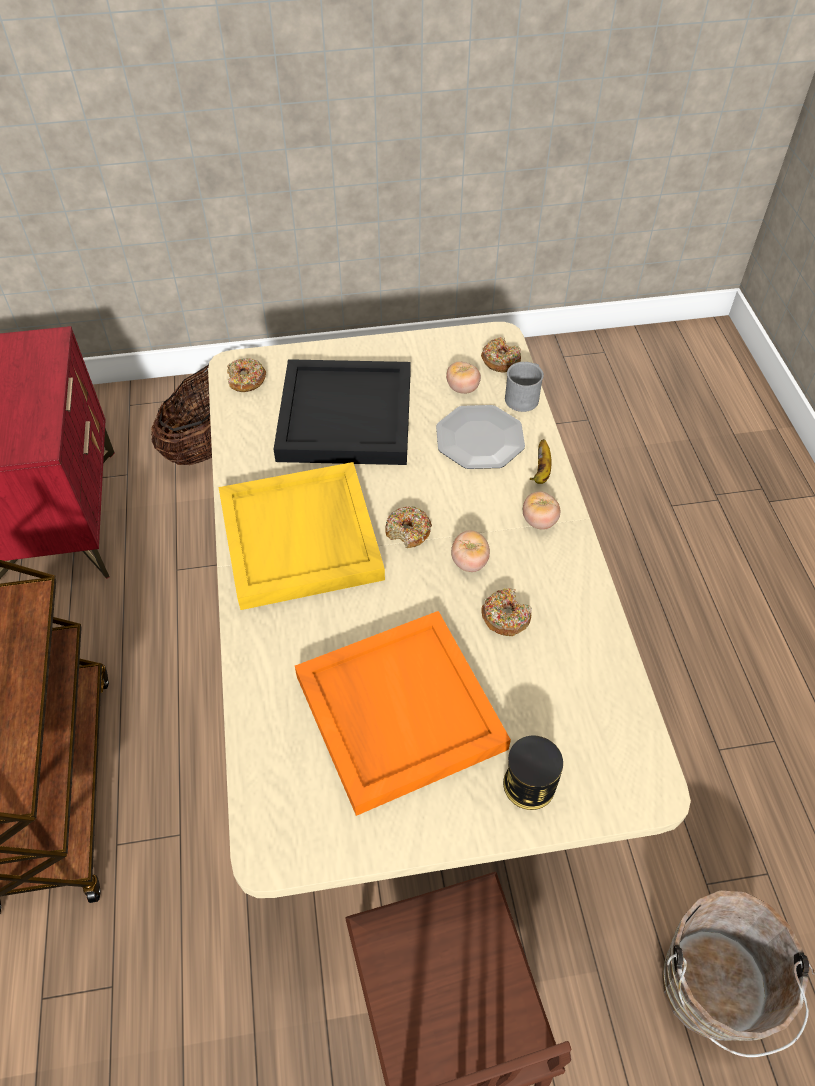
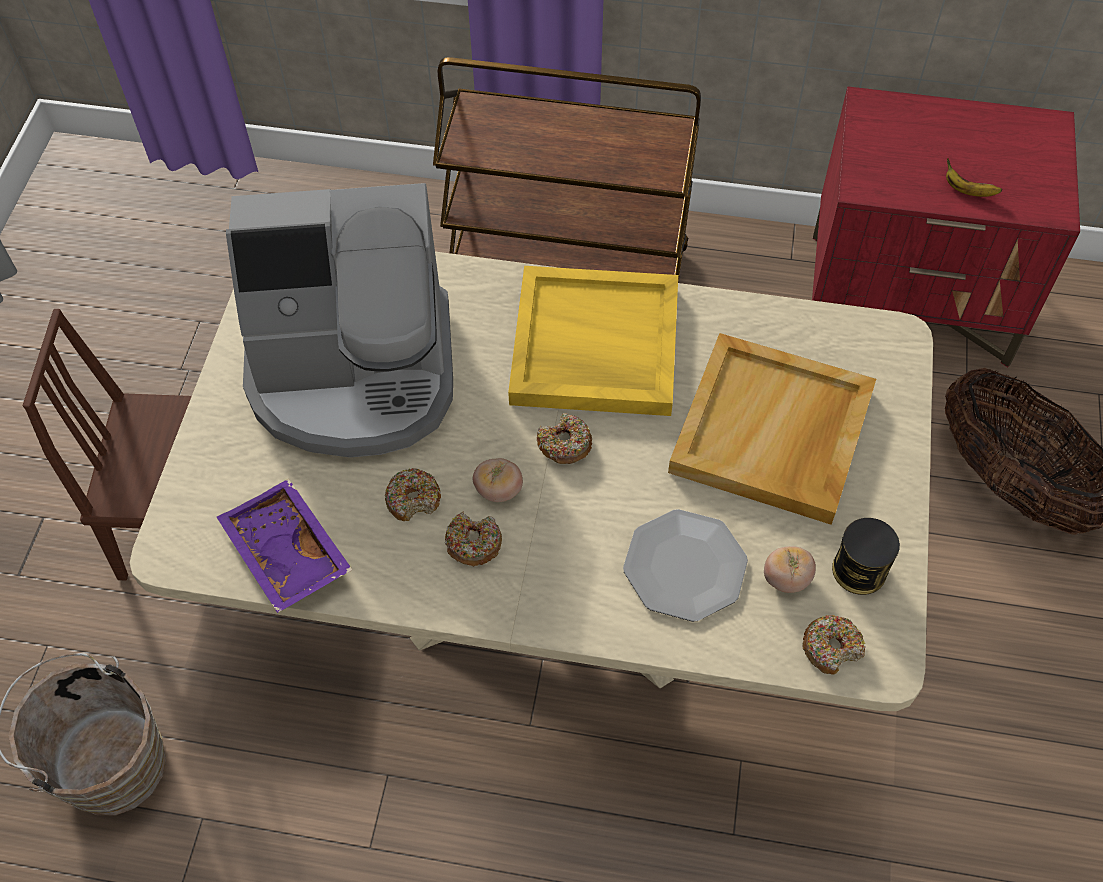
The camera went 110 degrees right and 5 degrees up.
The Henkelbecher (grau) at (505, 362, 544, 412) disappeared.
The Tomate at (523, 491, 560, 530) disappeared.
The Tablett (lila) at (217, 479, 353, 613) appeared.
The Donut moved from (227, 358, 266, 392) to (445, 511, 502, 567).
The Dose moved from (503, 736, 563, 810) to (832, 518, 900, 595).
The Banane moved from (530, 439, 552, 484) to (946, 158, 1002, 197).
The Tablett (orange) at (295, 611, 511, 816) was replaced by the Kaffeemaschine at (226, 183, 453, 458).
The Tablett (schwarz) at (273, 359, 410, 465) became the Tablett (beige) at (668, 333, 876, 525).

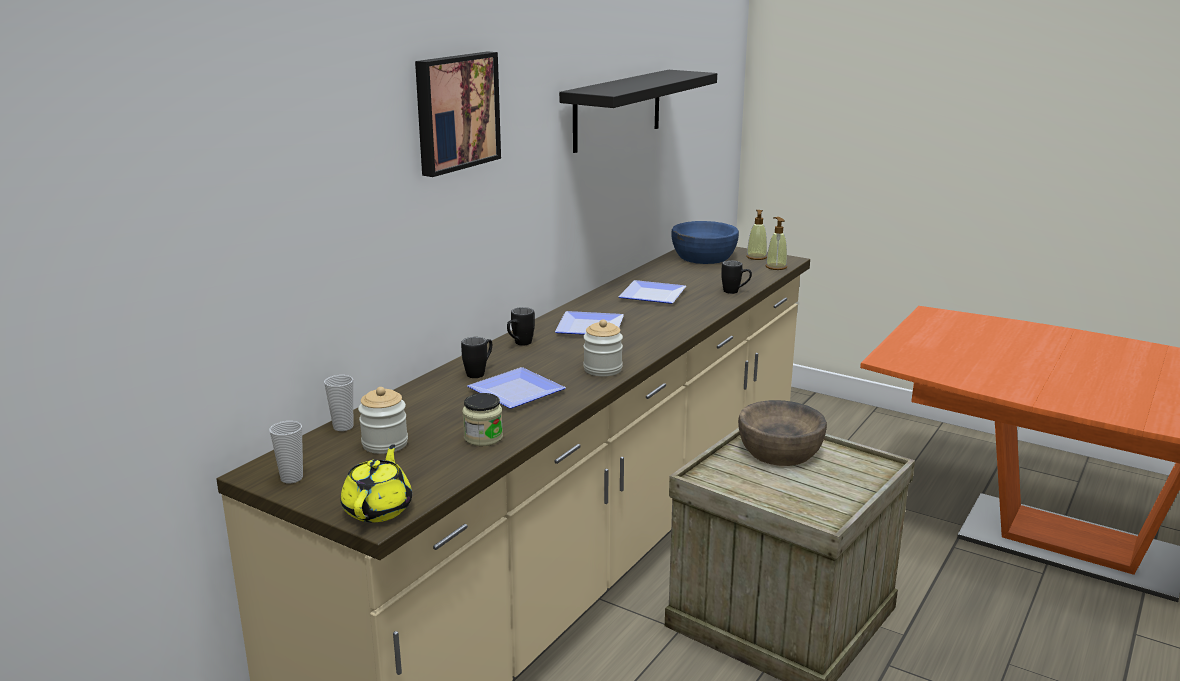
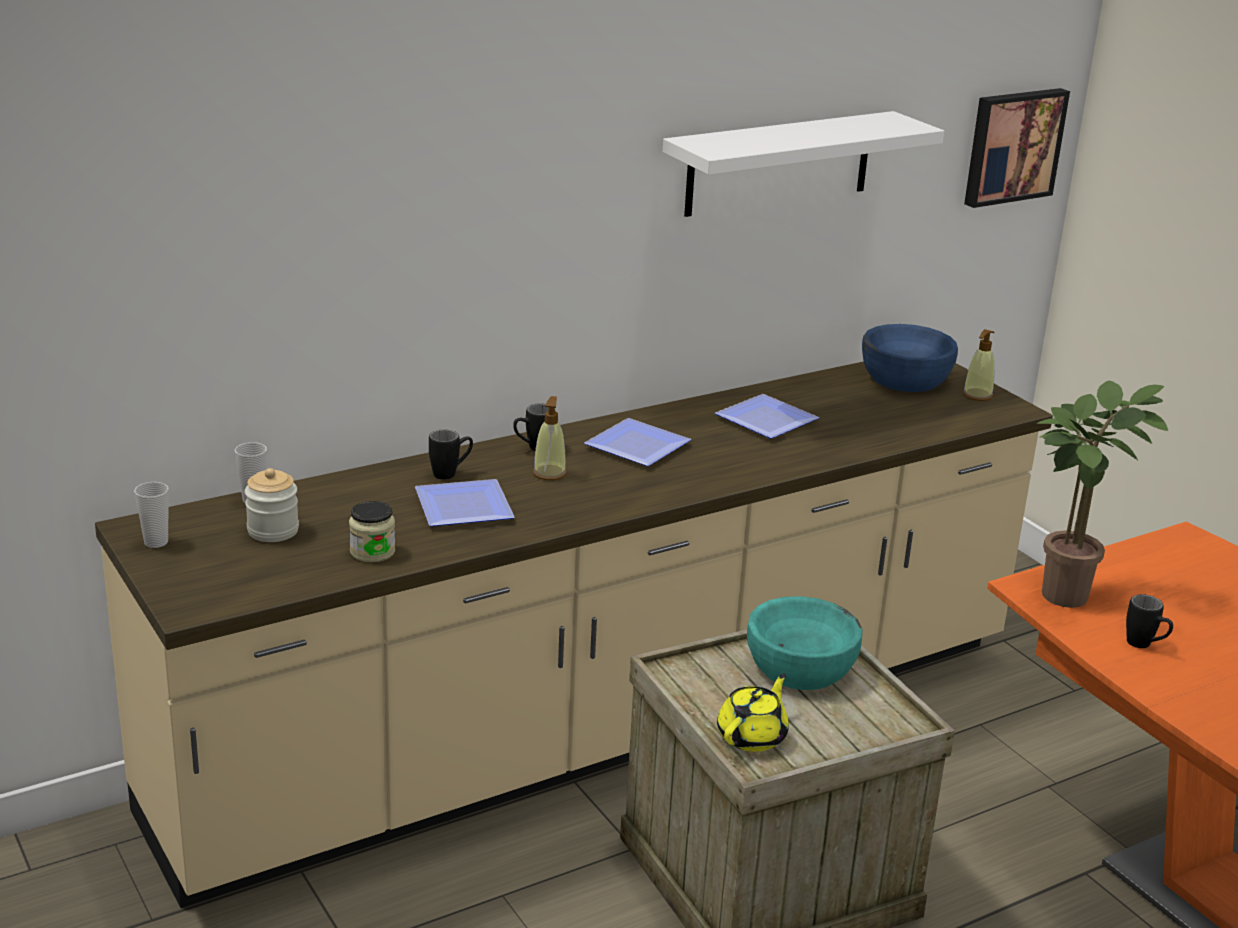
The camera went 25 degrees right and 5 degrees up.
The Vorratsglas at (583, 320, 623, 376) disappeared.
The Topfpflanze at (1037, 381, 1168, 608) appeared.
The Teekanne (gelb) moved from (341, 444, 412, 522) to (717, 673, 789, 752).
The Bild moved from (415, 51, 501, 177) to (964, 88, 1070, 208).
The Henkelbecher (schwarz) moved from (721, 261, 752, 294) to (1126, 594, 1173, 648).
The Seifenspender moved from (766, 217, 787, 270) to (533, 396, 567, 480).
The Wandregal (schwarz) at (559, 70, 717, 153) became the Wandregal (weiß) at (663, 111, 944, 217).
The Schüssel (braun) at (738, 400, 827, 466) became the Schüssel (türkis) at (747, 596, 862, 690).

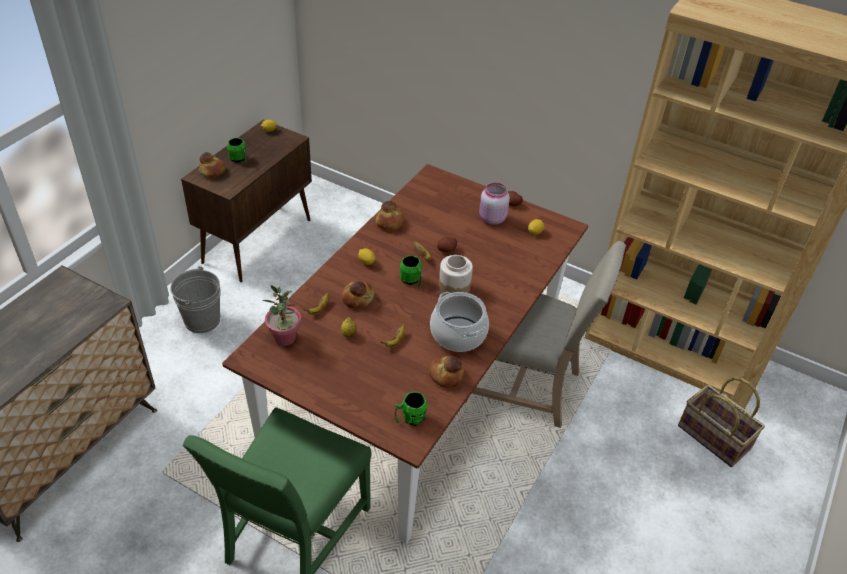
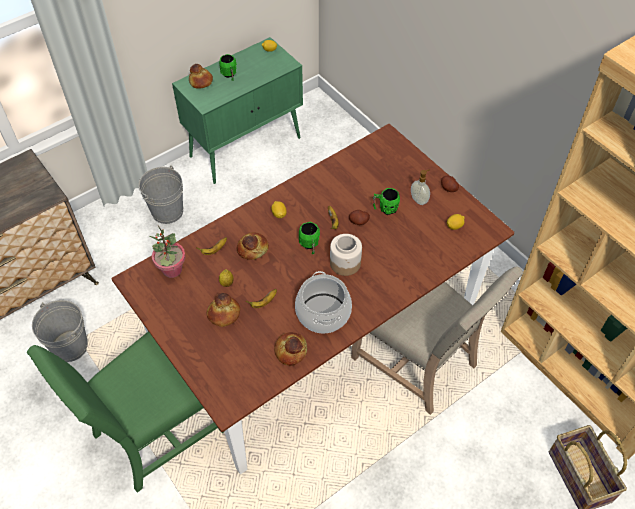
The camera went 25 degrees right and 10 degrees up.
The Eimer (grau) at (32, 300, 88, 362) appeared.
The Brot moved from (376, 201, 405, 230) to (207, 293, 240, 327).
The Henkelbecher (grün) moved from (394, 391, 427, 426) to (373, 188, 400, 215).
The Vorratsglas (rosa) at (479, 183, 510, 225) was replaced by the Seifenspender at (411, 170, 430, 205).
The Schrank (braun) at (181, 120, 312, 282) became the Schrank (grün) at (172, 37, 303, 184).

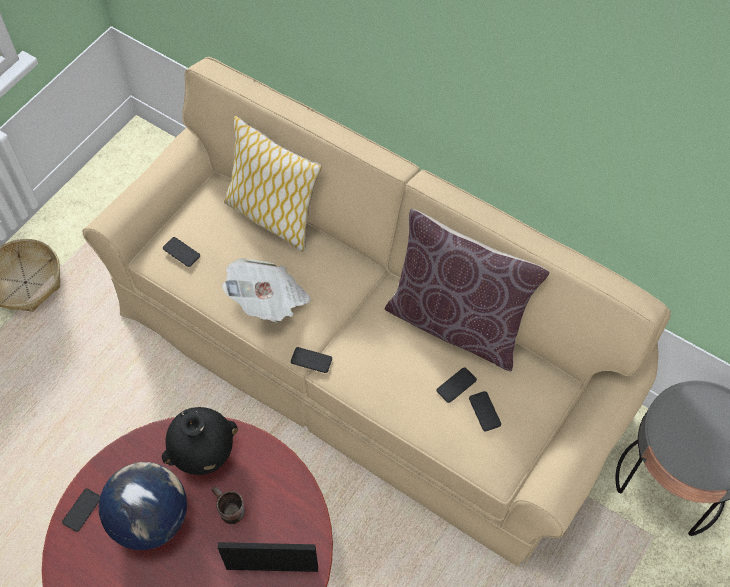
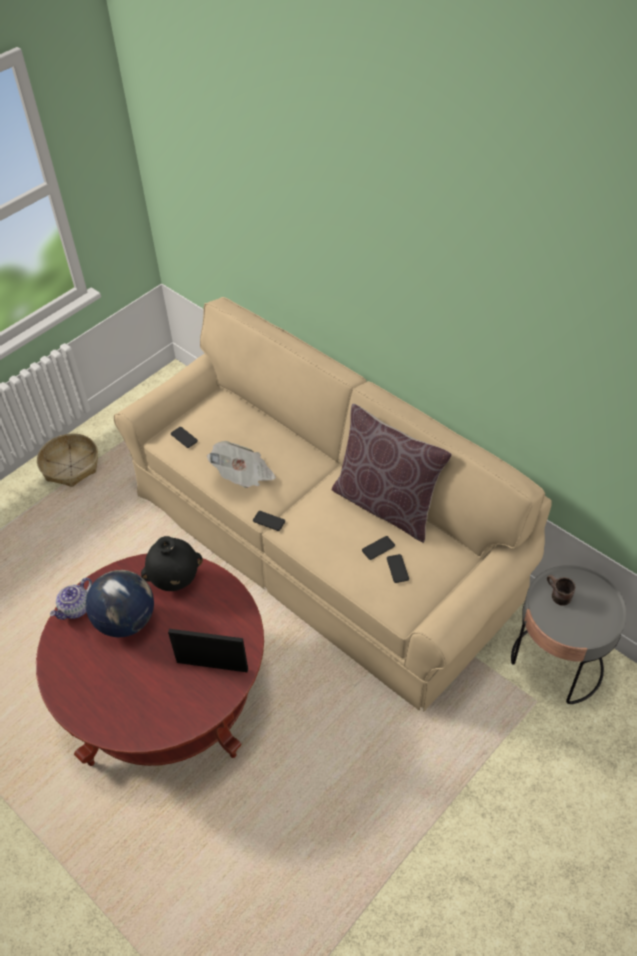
The camera went 10 degrees right and 10 degrees down.
The Kissen at (224, 116, 322, 252) disappeared.
The Henkelbecher (braun) moved from (212, 487, 245, 524) to (547, 575, 576, 606).
The Handy at (62, 488, 100, 532) was replaced by the Teekanne at (50, 578, 92, 620).

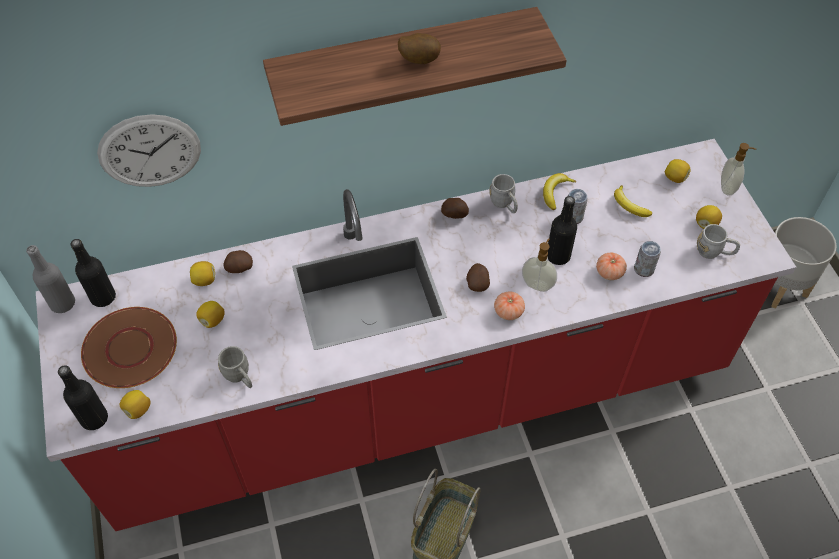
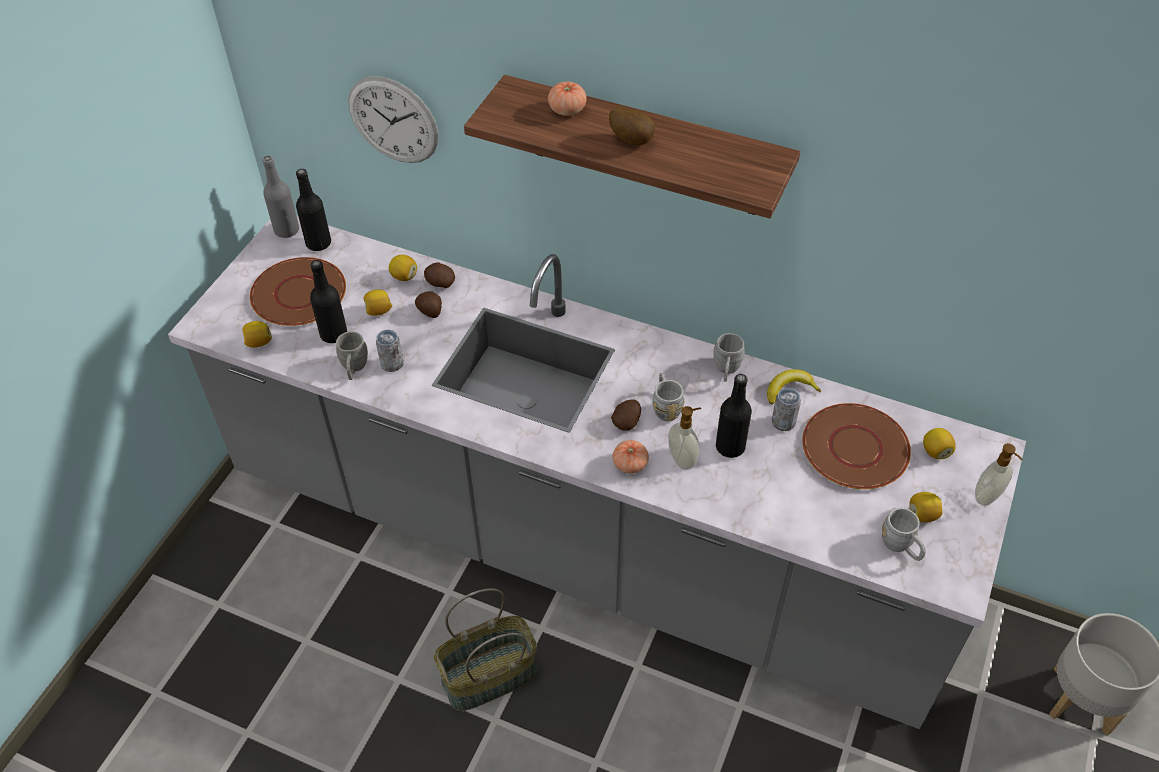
The camera went 40 degrees right and 5 degrees down.
The Henkelbecher (grau) at (652, 372, 685, 421) appeared.
The Flasche (schwarz) moved from (58, 365, 108, 430) to (310, 260, 347, 343).
The Kartoffel moved from (441, 198, 469, 219) to (415, 291, 442, 318).
The Tomate moved from (596, 252, 627, 280) to (548, 81, 587, 116).
The Dose moved from (634, 241, 661, 277) to (376, 330, 404, 372).
The Banane at (614, 185, 652, 217) was replaced by the Teller (braun) at (802, 403, 911, 489).
The Küchenzeile (rot) at (36, 139, 796, 531) became the Küchenzeile (grau) at (168, 216, 1026, 729).

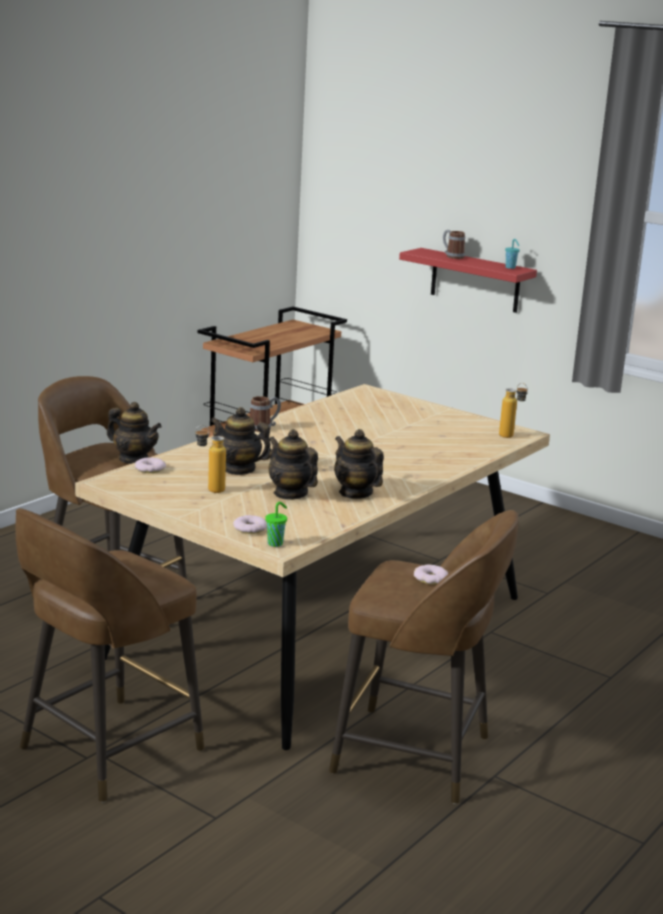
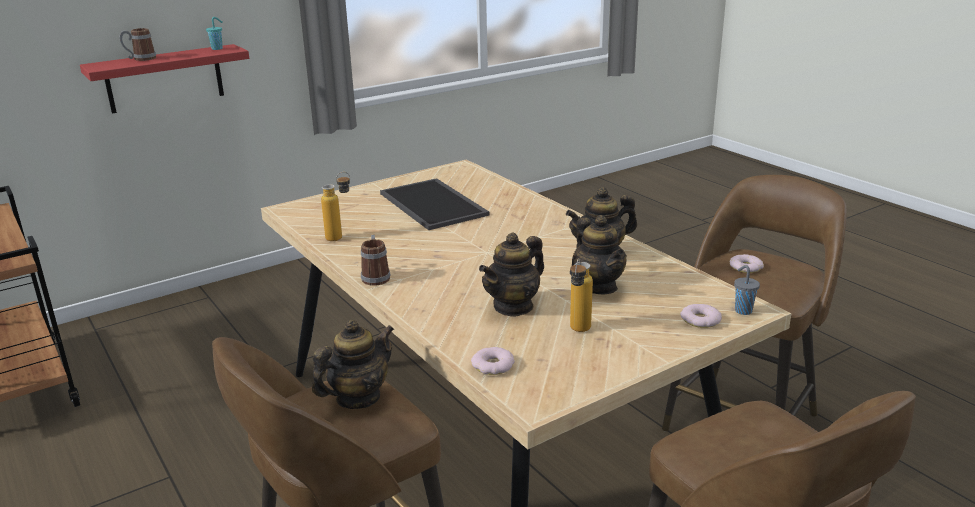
The camera went 70 degrees left and 5 degrees up.
The Tablett at (380, 178, 489, 230) appeared.
The Flasche moved from (499, 383, 528, 438) to (321, 172, 350, 241).
The Tasse (grün) at (265, 502, 287, 547) became the Tasse (grau) at (734, 265, 760, 315).
The Teekanne at (269, 429, 318, 500) turned 90 degrees counterclockwise.

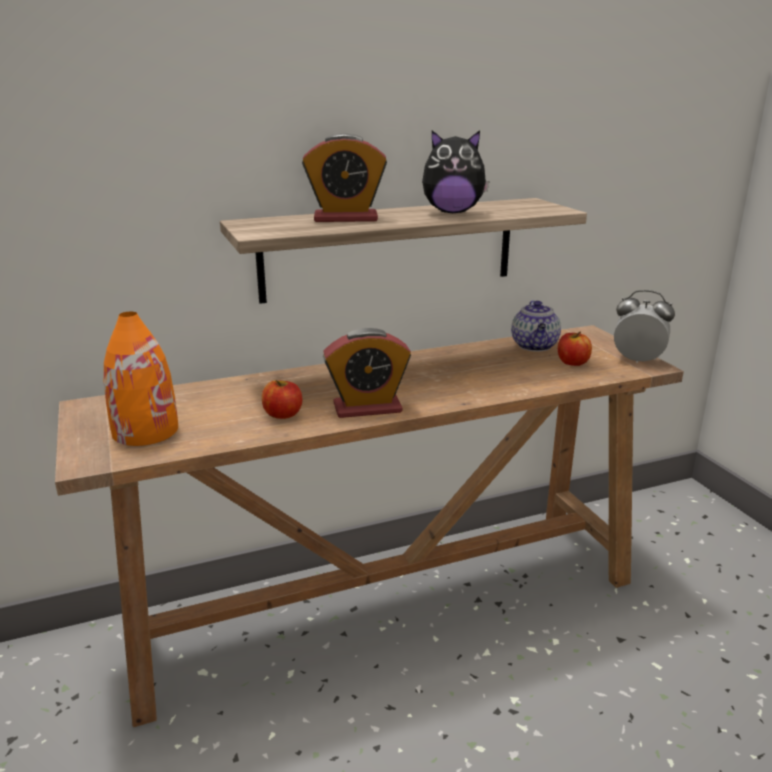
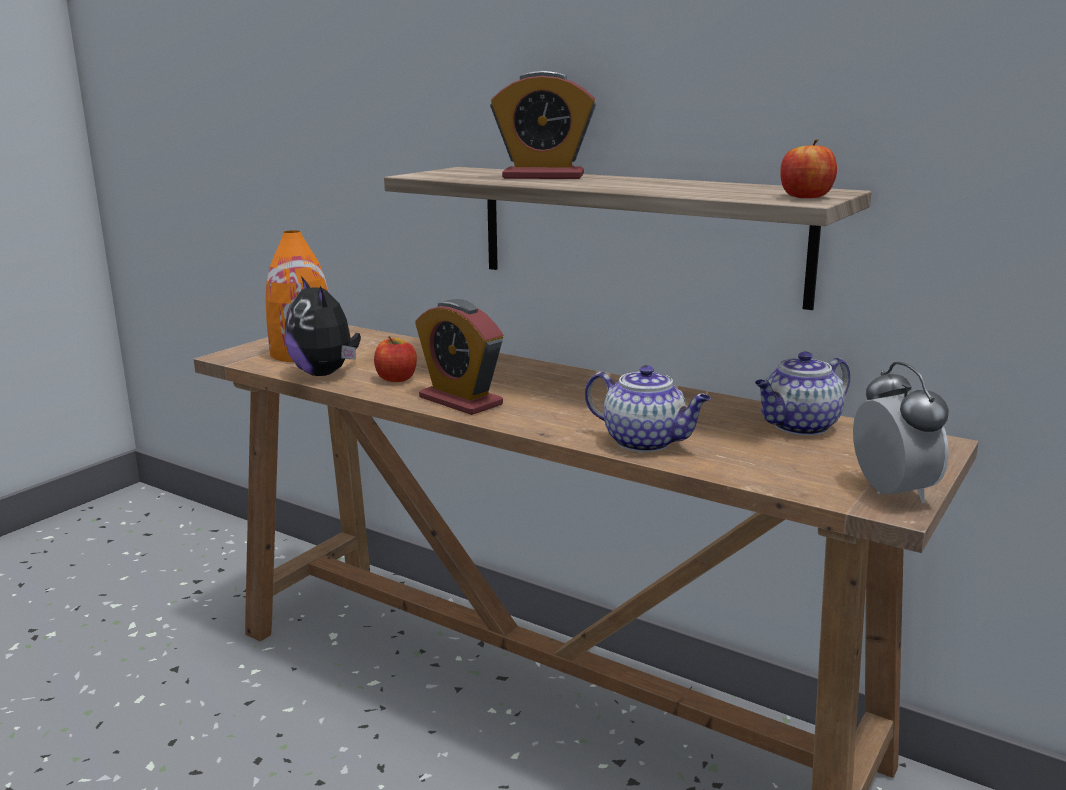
The camera went 55 degrees right and 5 degrees down.
The Teekanne at (585, 365, 711, 452) appeared.
The Plüschtier moved from (422, 130, 490, 213) to (285, 276, 361, 376).
The Apfel moved from (558, 331, 592, 366) to (780, 139, 837, 198).
The Wecker at (302, 134, 387, 222) turned 45 degrees counterclockwise.

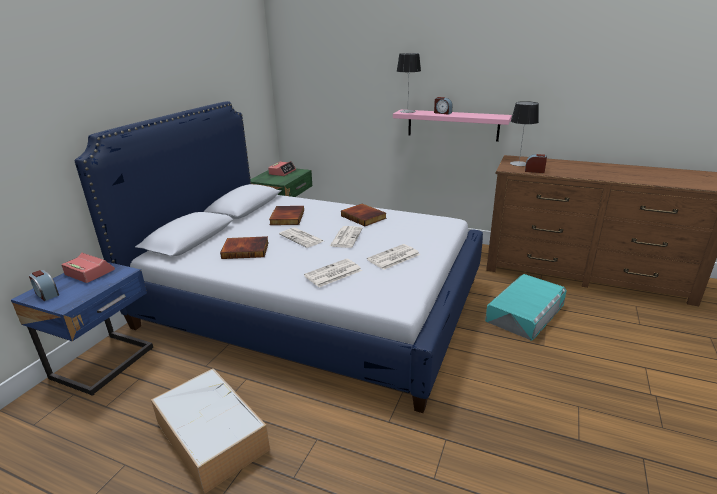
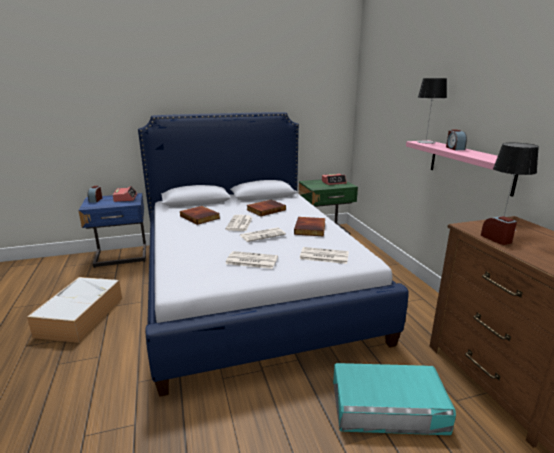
The camera went 50 degrees right and 5 degrees down.
The Zeitung moved from (304, 259, 362, 287) to (300, 247, 349, 264).

